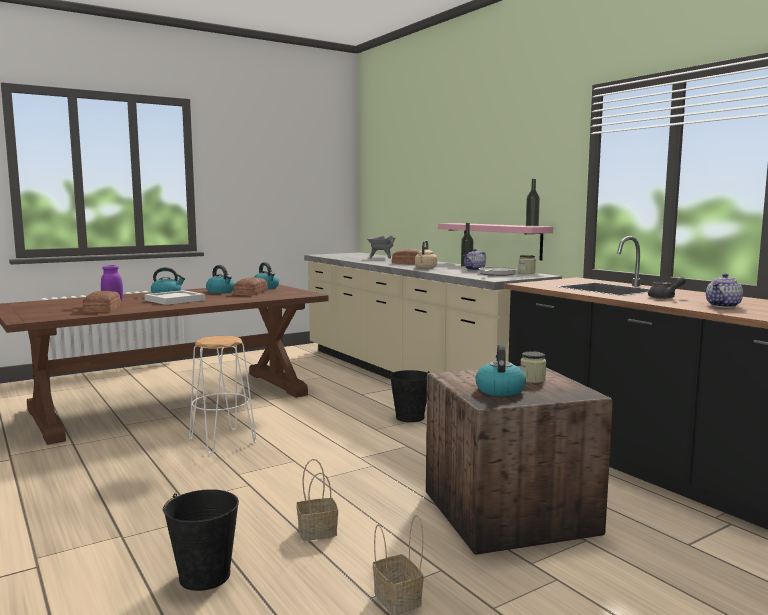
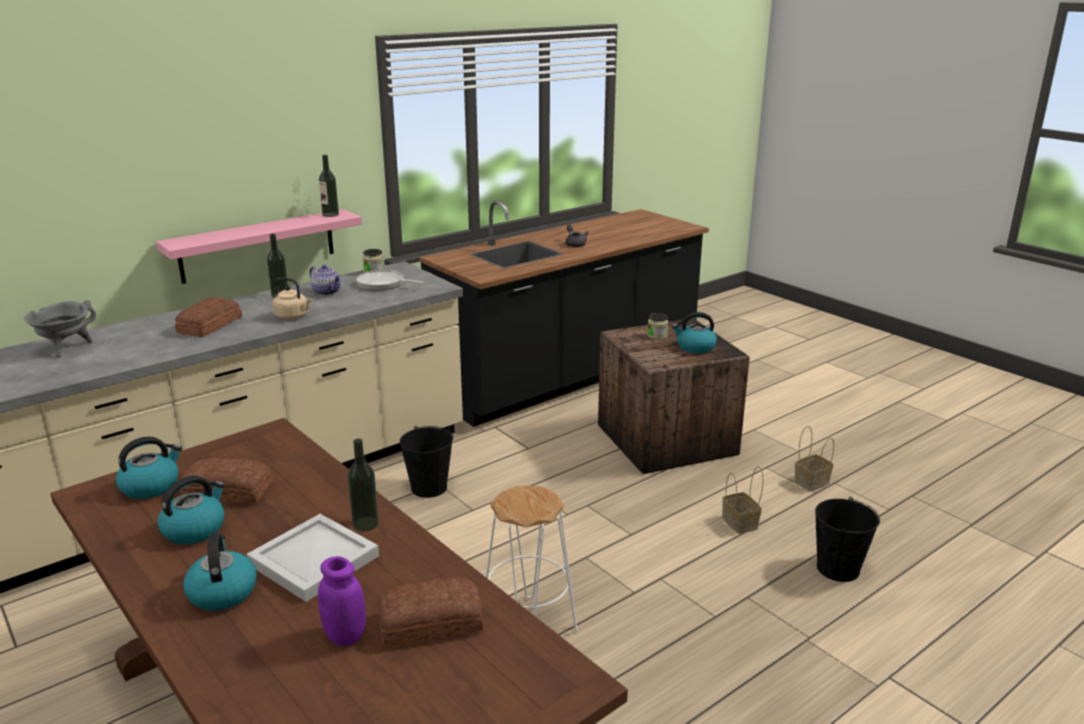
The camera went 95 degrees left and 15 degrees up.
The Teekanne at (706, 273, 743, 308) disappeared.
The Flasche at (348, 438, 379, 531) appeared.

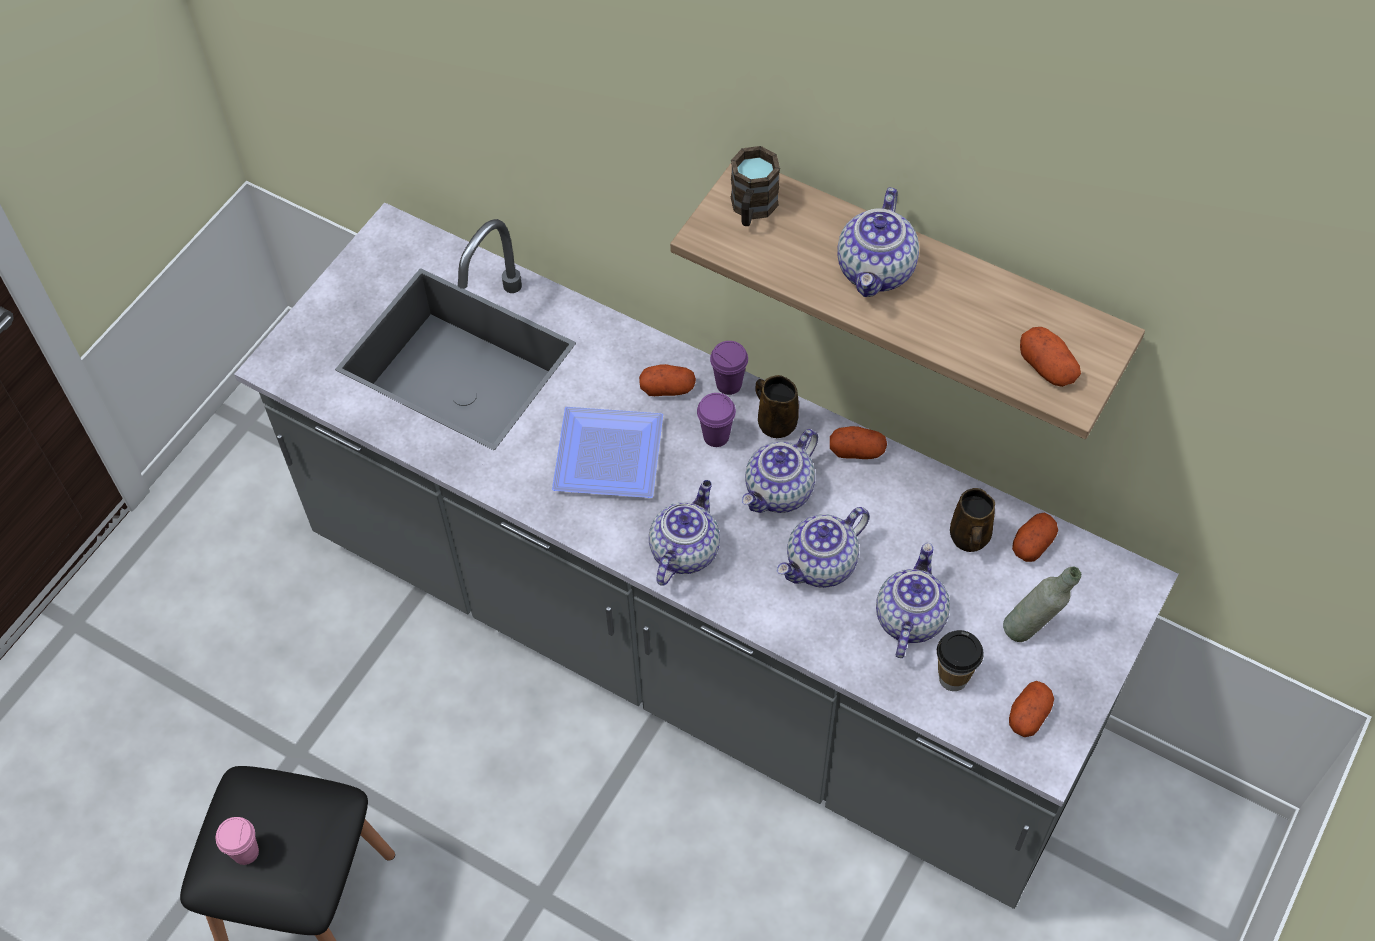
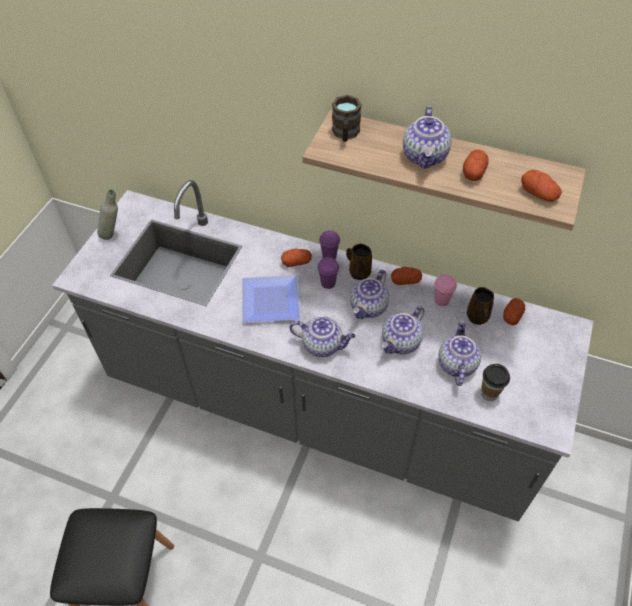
The camera went 10 degrees left and 5 degrees down.
The Tasse (rosa) moved from (216, 817, 259, 865) to (434, 274, 457, 306).
The Flasche (grau) moved from (1003, 566, 1081, 642) to (97, 189, 118, 240).
The Kartoffel moved from (1009, 681, 1054, 737) to (463, 149, 489, 181).
The Teekanne at (649, 480, 720, 586) turned 90 degrees clockwise.

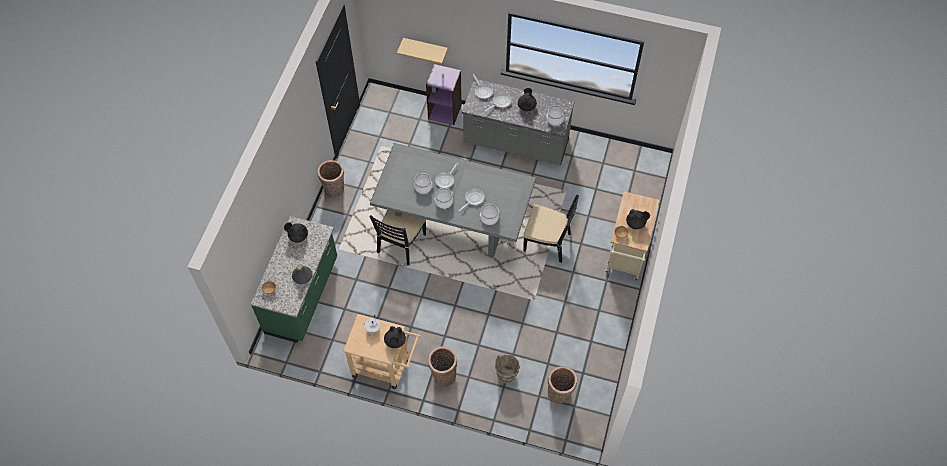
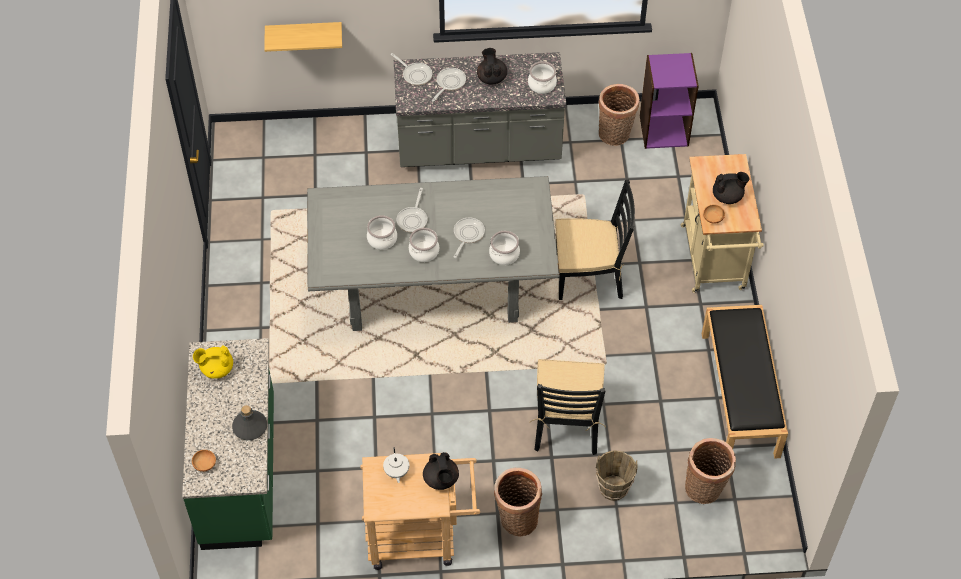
The camera went 20 degrees left and 5 degrees down.
The Bank (schwarz) at (702, 305, 788, 459) appeared.
The Korb moved from (318, 160, 344, 197) to (598, 84, 640, 146).
The Stuhl (schwarz) moved from (369, 210, 426, 265) to (529, 359, 606, 455).
The Bücherregal (lila) moved from (426, 64, 462, 125) to (640, 53, 699, 149).
The Teekanne (schwarz) at (284, 223, 308, 242) became the Teekanne (gelb) at (193, 345, 233, 379).

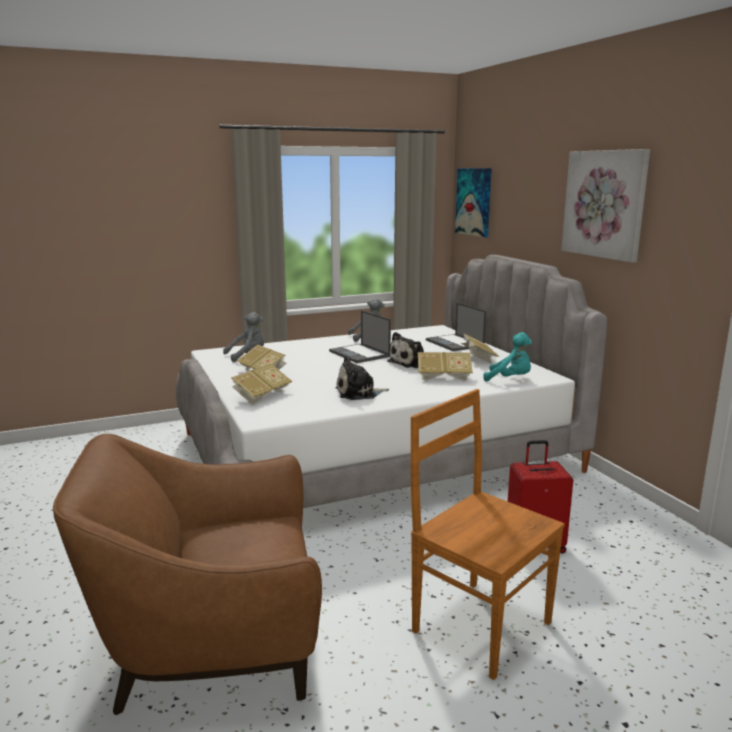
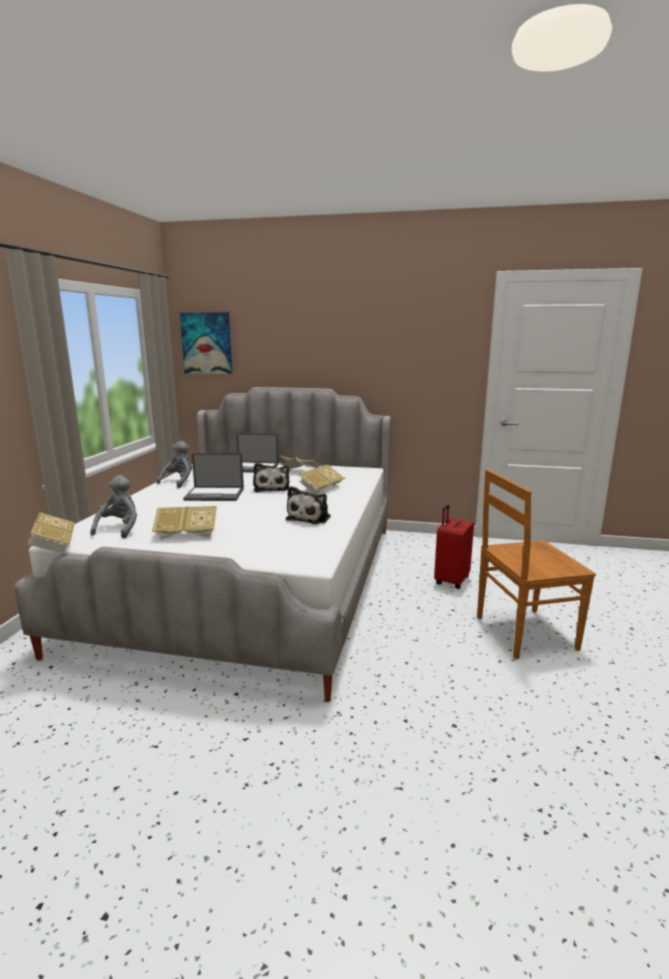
The camera went 55 degrees left and 0 degrees up.
The Sessel (braun) at (53, 434, 322, 715) disappeared.
The Plüschtier (türkis) at (484, 332, 532, 382) disappeared.
The Bild at (561, 149, 650, 263) disappeared.
The Buch moved from (231, 364, 293, 405) to (28, 512, 75, 554).

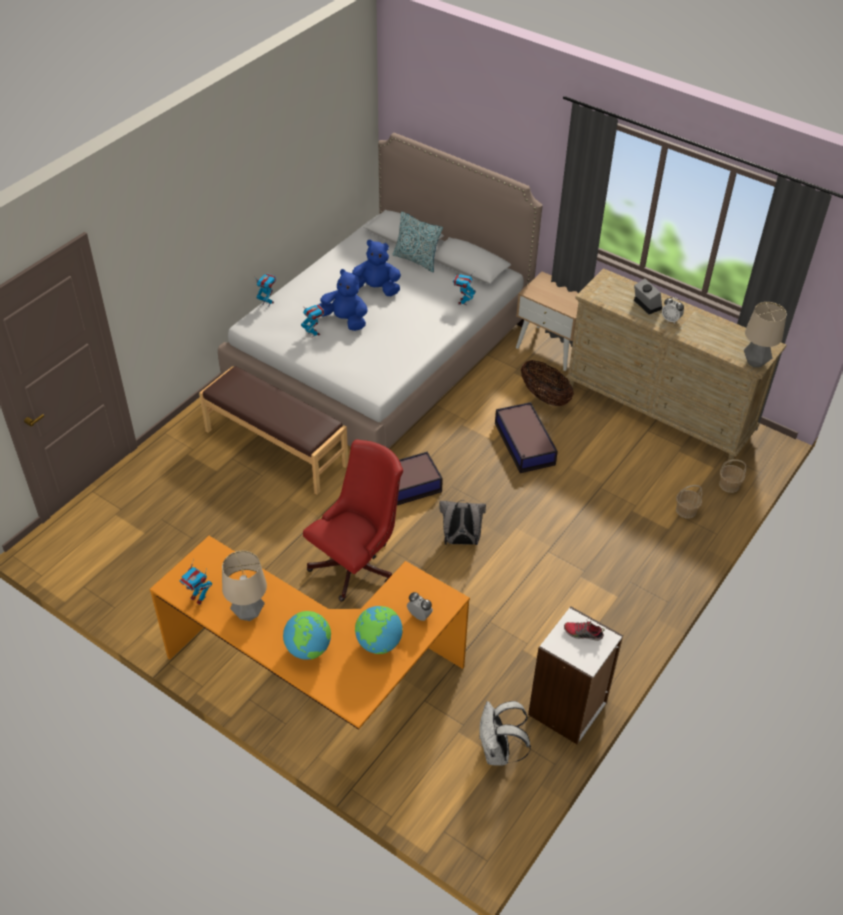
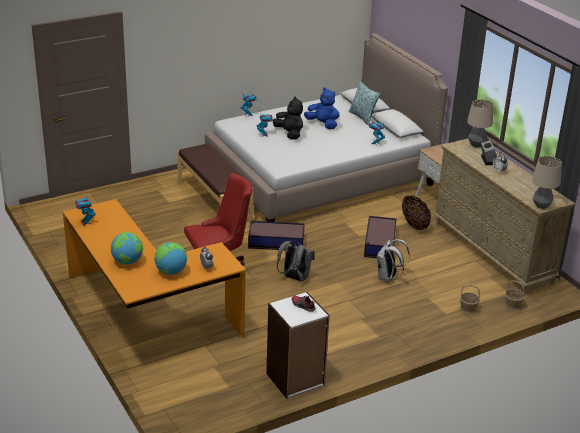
The camera went 25 degrees right and 15 degrees down.
The Tischlampe moved from (222, 551, 267, 621) to (467, 99, 493, 148).
The Rucksack (weiß) moved from (479, 701, 531, 766) to (376, 239, 410, 282).
The Plüschtier (blau) at (316, 269, 368, 331) became the Plüschtier (schwarz) at (273, 97, 303, 140).

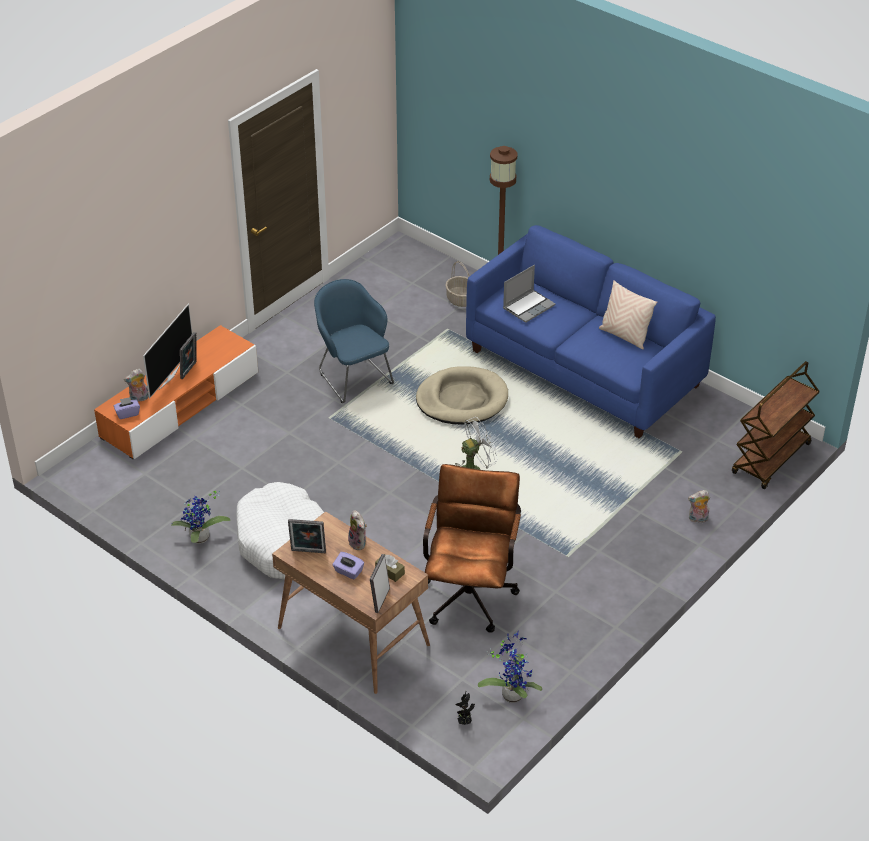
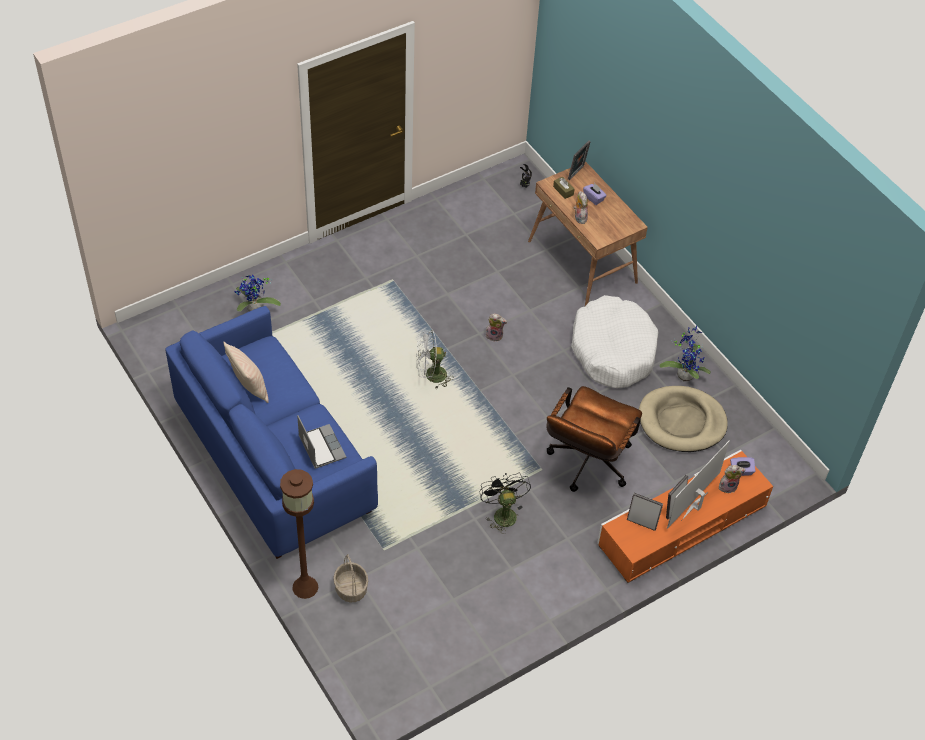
The camera went 165 degrees left and 10 degrees up.
The Rollwagen (braun) at (732, 361, 820, 489) disappeared.
The Bilderrahmen moved from (288, 519, 326, 553) to (627, 493, 663, 531).
The Hundebett (beige) moved from (416, 366, 508, 424) to (639, 386, 728, 452).
The Bürostuhl (braun) moved from (423, 464, 521, 633) to (546, 386, 642, 492).
The Topfpflanze moved from (478, 631, 542, 703) to (234, 275, 281, 311).
The Plüschtier moved from (688, 490, 710, 523) to (486, 313, 507, 342).
The Sessel (blau) at (314, 279, 394, 403) was replaced by the Ventilator (schwarz) at (480, 472, 531, 534).
The Laptop at (503, 265, 556, 323) turned 90 degrees clockwise.

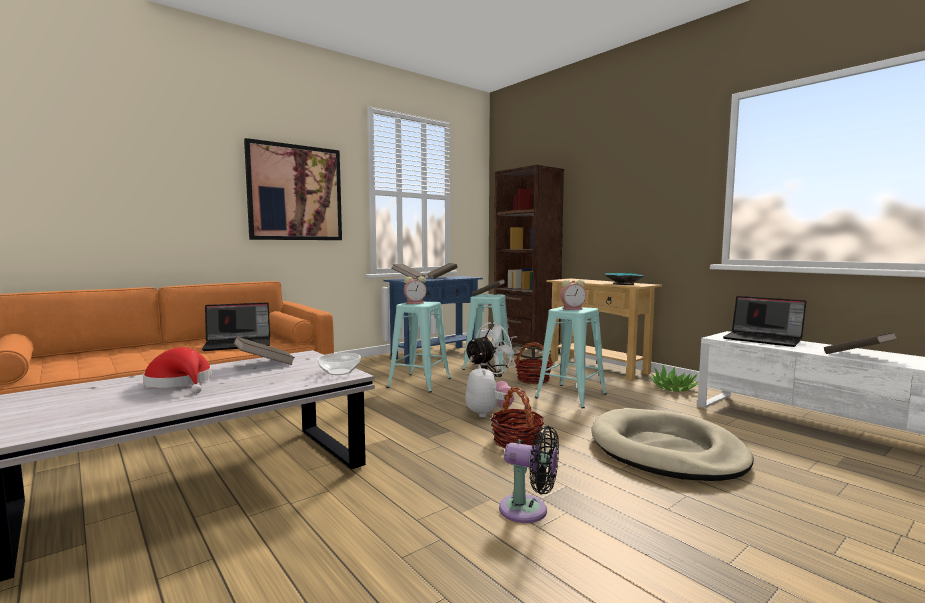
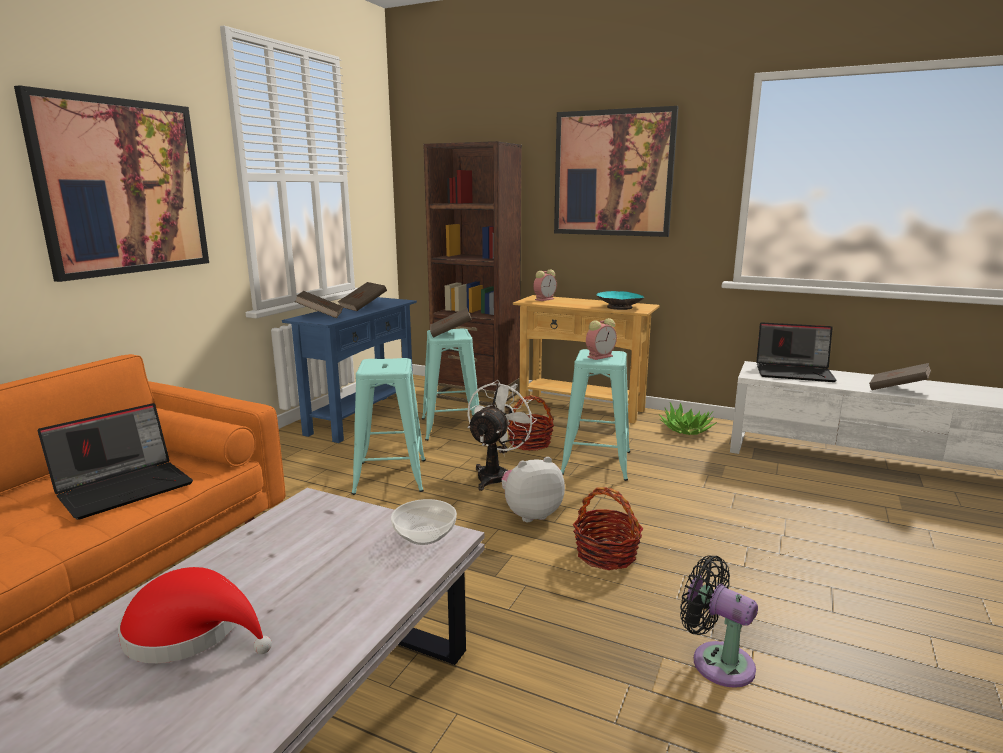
The camera went 25 degrees left and 10 degrees up.
The Buch (braun) at (233, 336, 295, 365) disappeared.
The Hundebett (beige) at (592, 408, 754, 481) disappeared.
The Bild at (554, 106, 679, 237) appeared.
The Wecker moved from (404, 276, 427, 304) to (533, 269, 557, 301).
The Plüschtier at (465, 364, 514, 418) turned 75 degrees counterclockwise.
The Ventilator (schwarz) at (499, 426, 559, 523) turned 135 degrees counterclockwise.

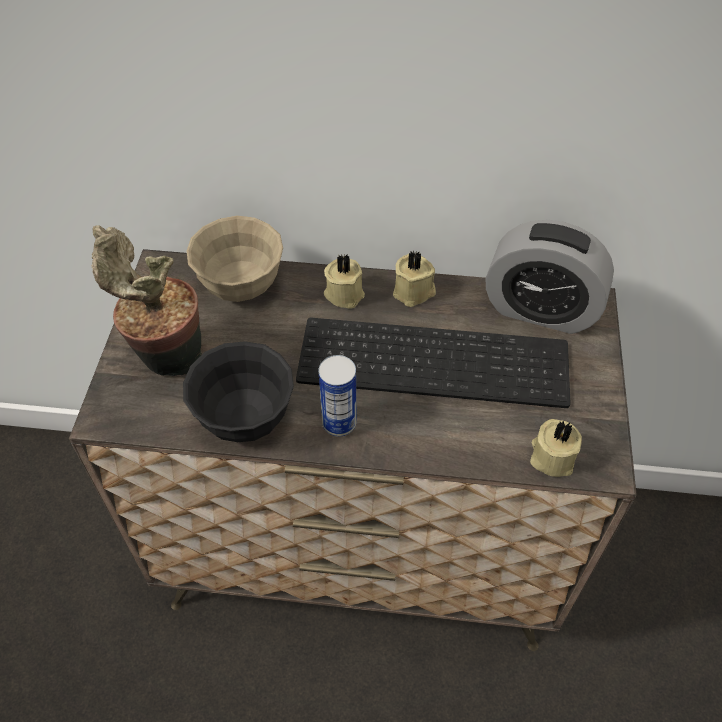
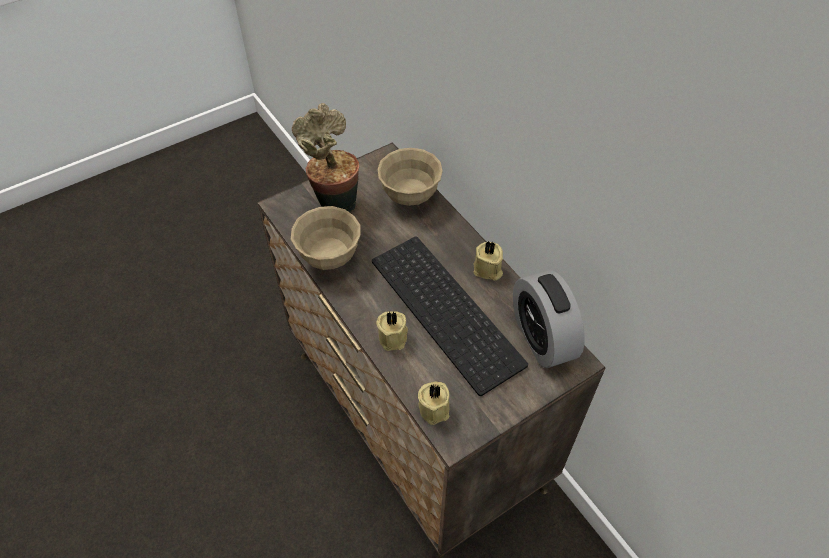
The camera went 50 degrees right and 0 degrees up.
The Dose at (318, 355, 356, 437) disappeared.
The Kerze (beige) moved from (324, 254, 365, 309) to (377, 311, 408, 351).
The Schüssel (schwarz) at (183, 341, 294, 442) became the Schüssel (beige) at (291, 206, 361, 270).

